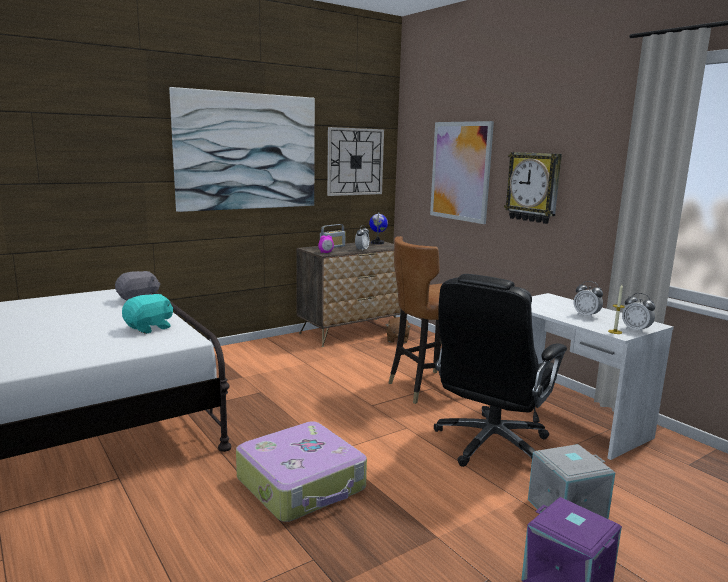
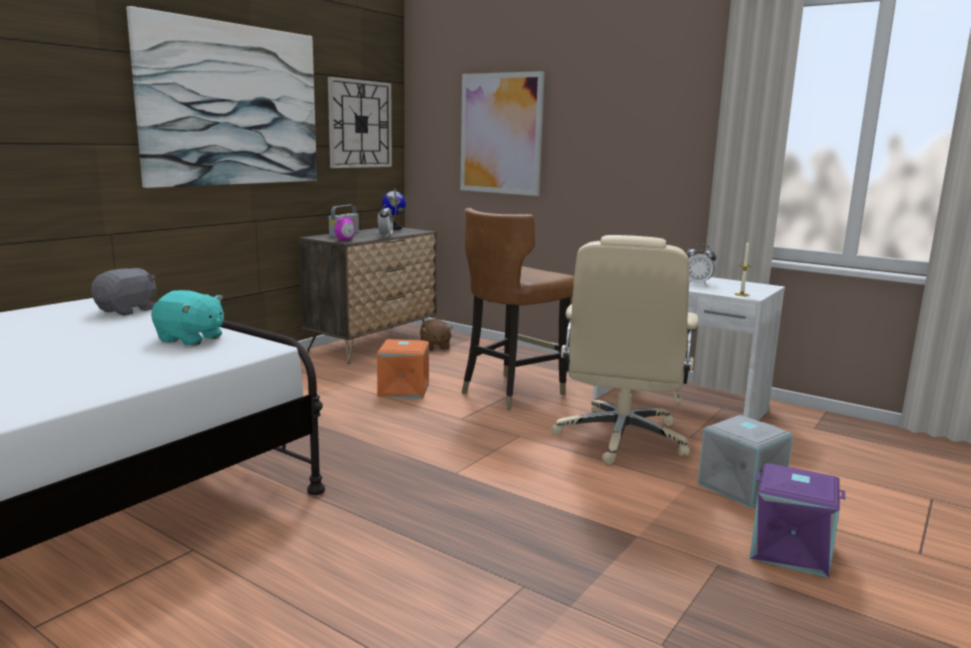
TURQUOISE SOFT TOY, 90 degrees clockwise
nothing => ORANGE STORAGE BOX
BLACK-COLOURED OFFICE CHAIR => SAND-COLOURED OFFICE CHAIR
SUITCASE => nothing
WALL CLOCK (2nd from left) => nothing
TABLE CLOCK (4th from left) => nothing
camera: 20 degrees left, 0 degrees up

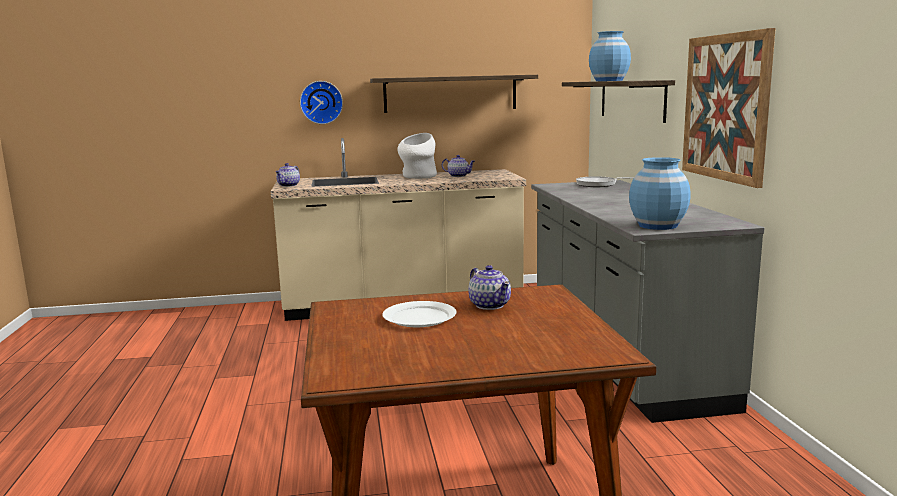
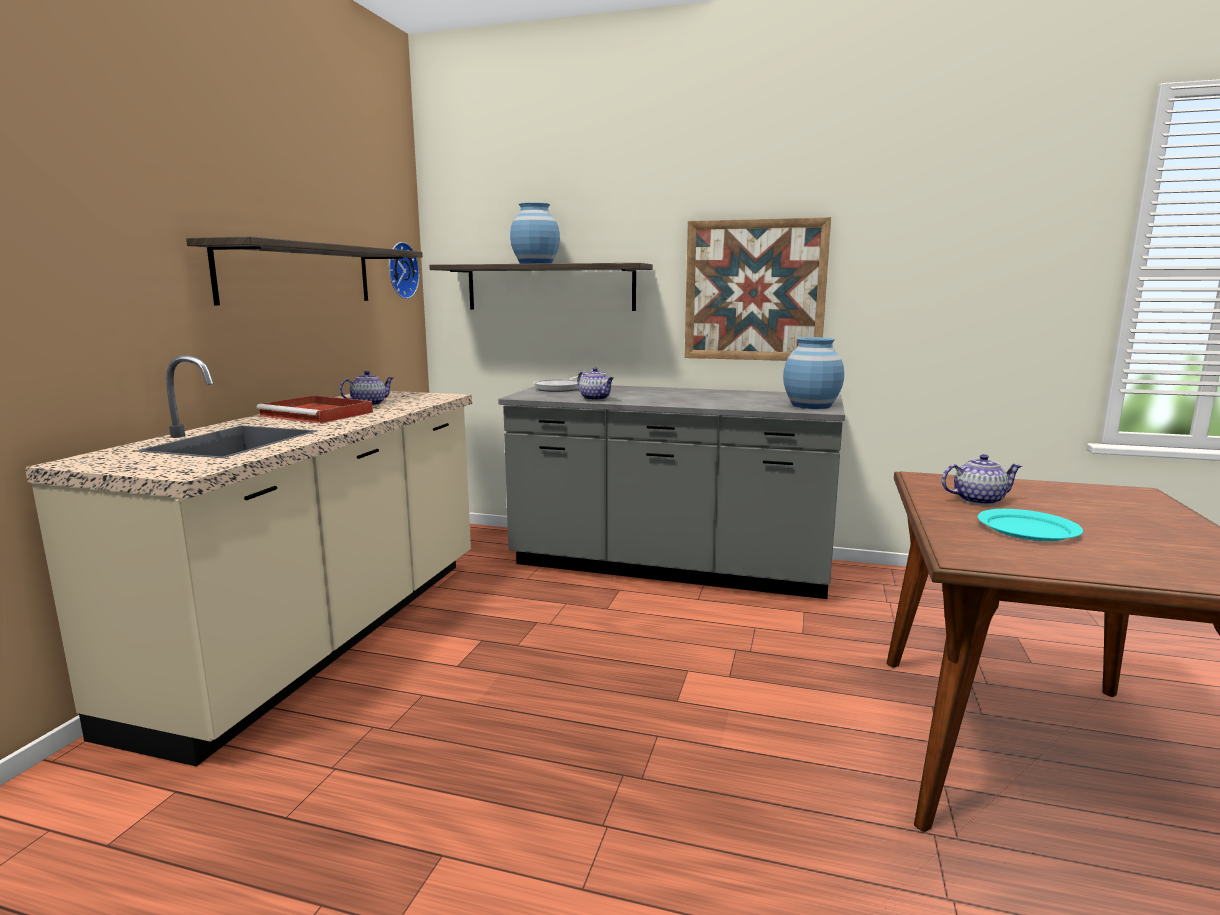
WHITE-COLOURED FLOWER VASE => RED-COLOURED CARRYING TRAY
WALL CLOCK, moved
POT FOR TEA (1st from left in the first image) => POT FOR TEA (2nd from left), moved
WHITE-COLOURED FLAT DISH => TURQUOISE FLAT DISH
camera: 65 degrees left, 0 degrees up

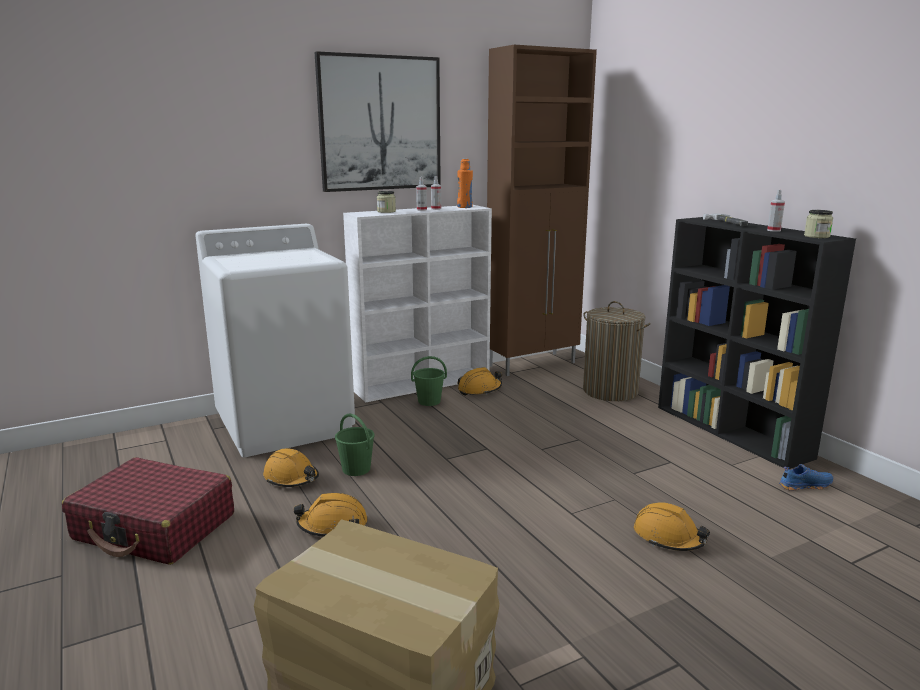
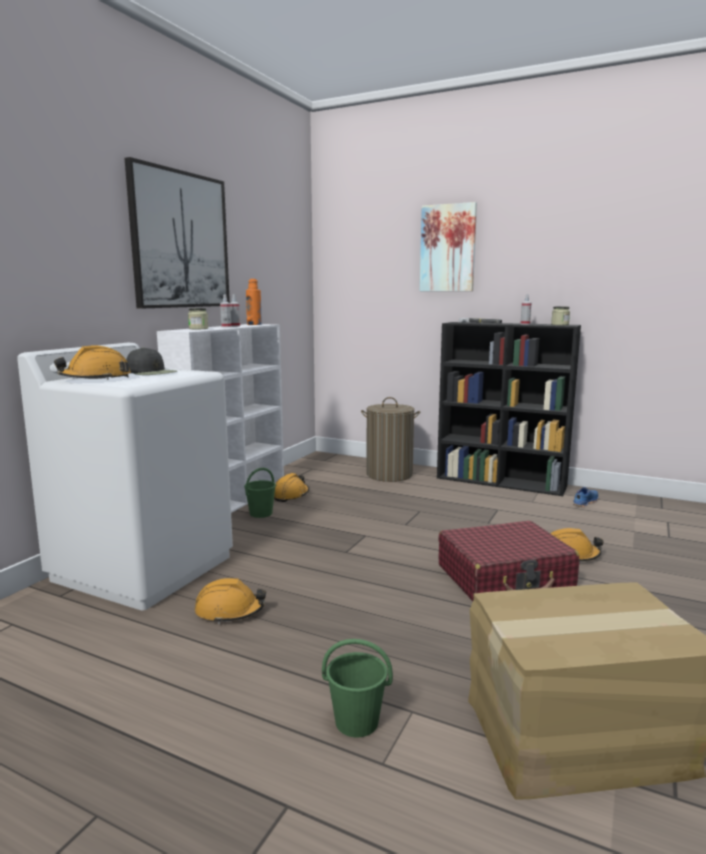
ORANGE SAFETY HELMET (2nd from left in the first image) => ORANGE SAFETY HELMET (1st from left), moved
nothing => BLACK-COLOURED BASEBALL CAP
GREEN-COLOURED BUCKET (1st from left in the first image) => GREEN-COLOURED BUCKET (2nd from left), moved
nothing => PICTURE (2nd from left)
RED-COLOURED SUITCASE, moved
BROWNISH CUPBOARD => nothing
camera: 35 degrees left, 5 degrees down

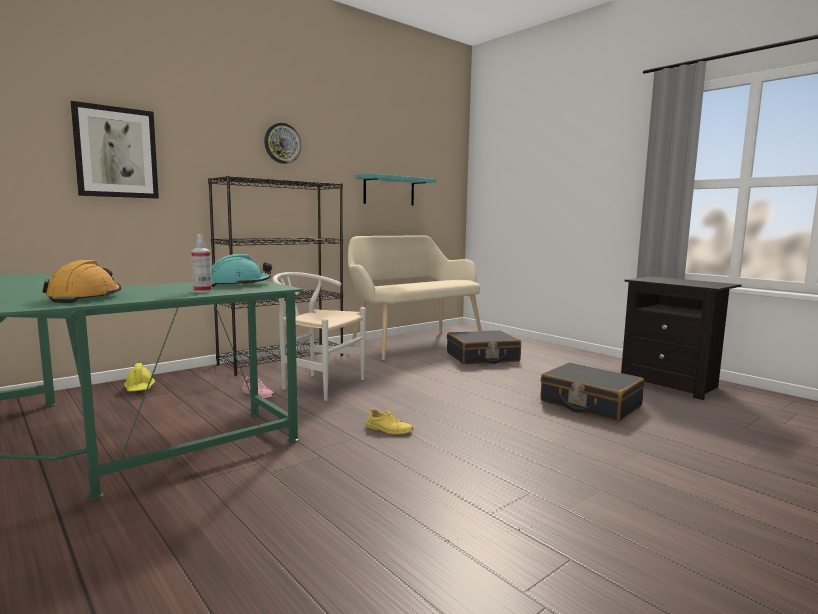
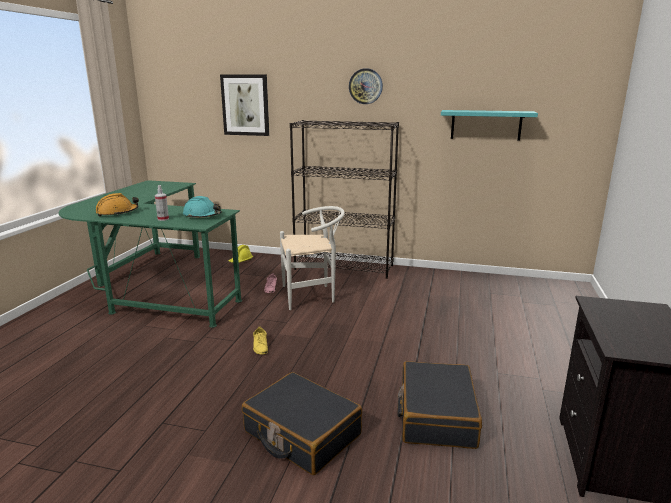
BLACK-COLOURED SUITCASE (1st from left), moved
WHITE-COLOURED CHAIR, 90 degrees clockwise
SAND-COLOURED BENCH => nothing
camera: 55 degrees right, 10 degrees up

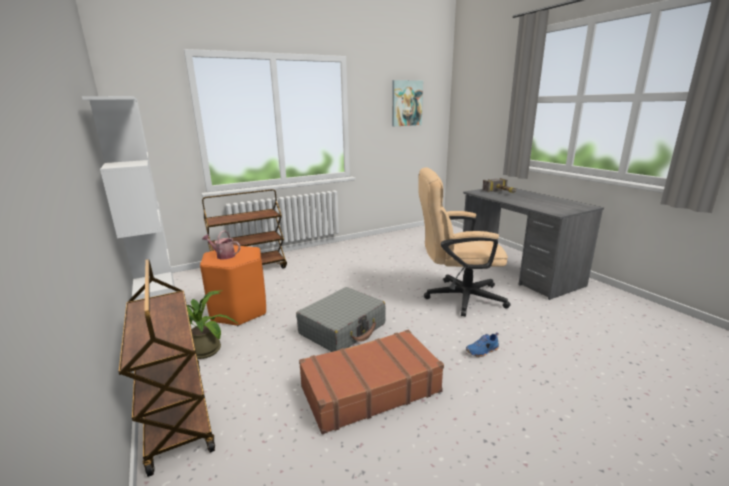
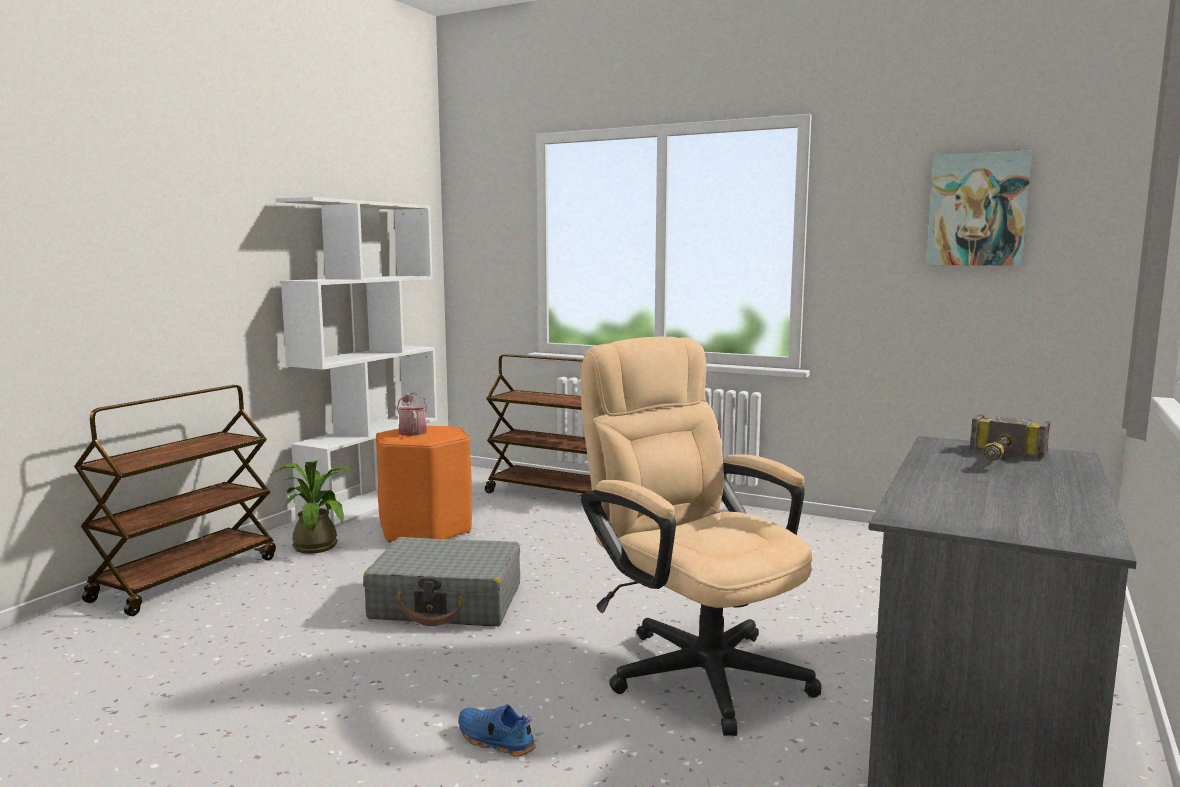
BROWNISH SUITCASE => nothing
camera: 55 degrees right, 10 degrees down

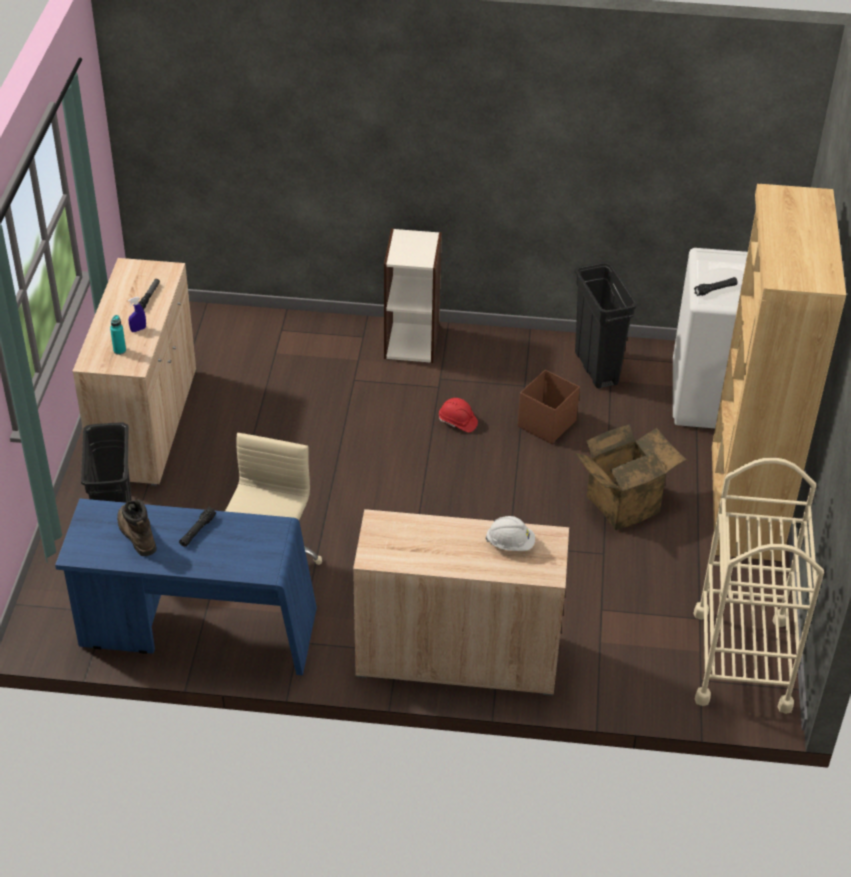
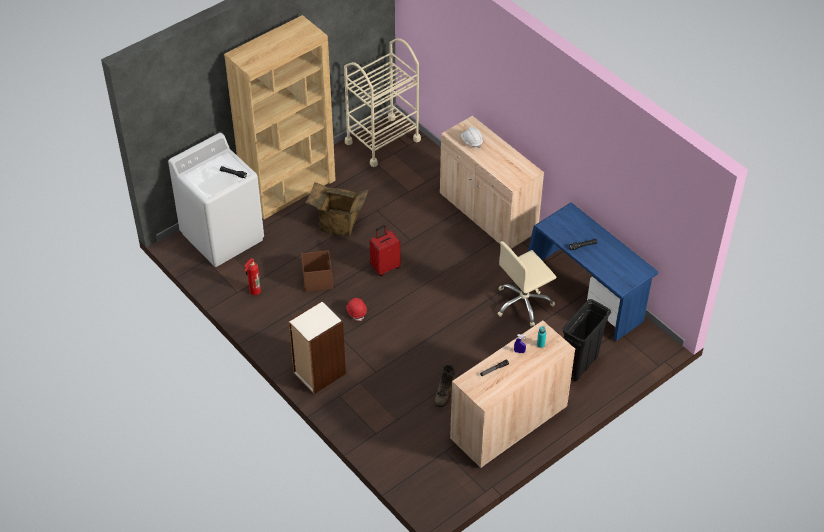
BLACK-COLOURED WASTE BIN (2nd from left) => FIRE-FIGHTING CYLINDER
nothing => RED-COLOURED SUITCASE
BROWNISH TALL BOOT, moved
camera: 135 degrees left, 5 degrees up

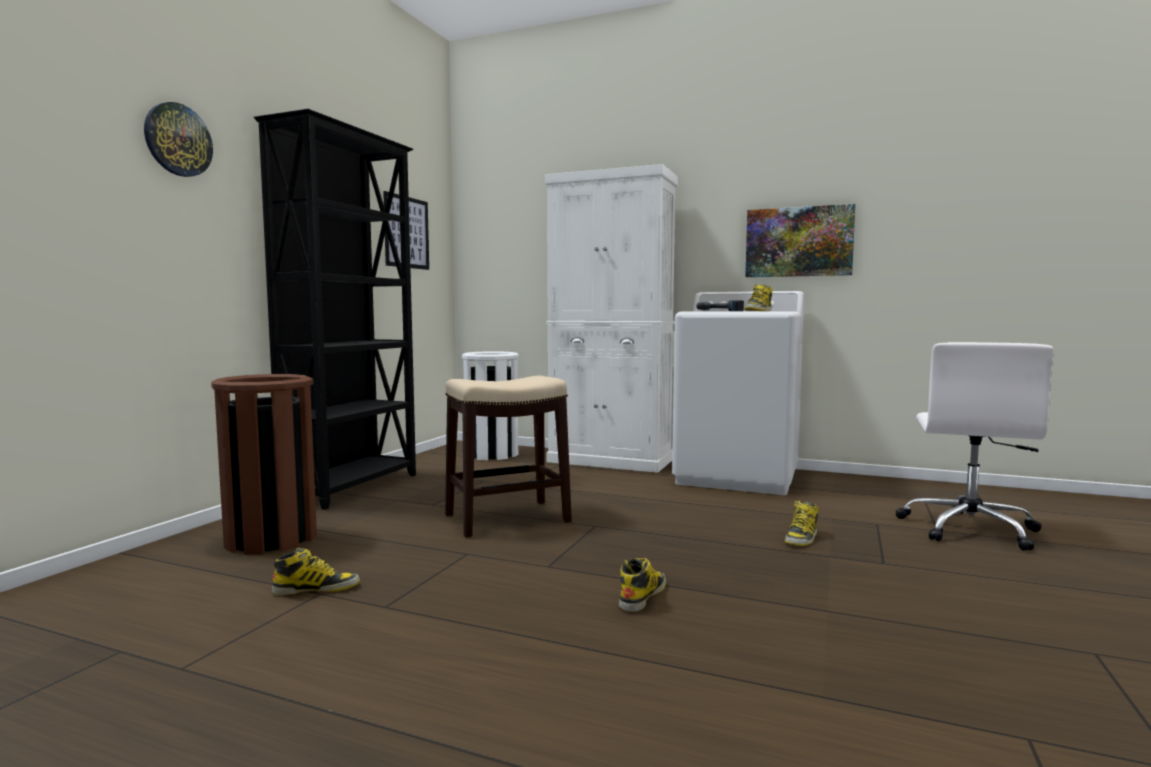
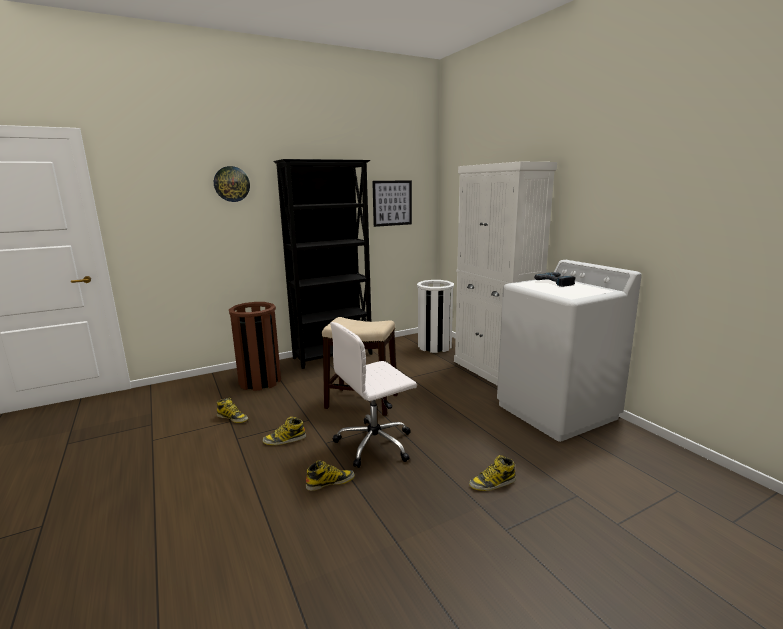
TALL BOOT (3rd from left in the first image) => TALL BOOT (2nd from left), moved
WHITE-COLOURED OFFICE CHAIR, moved
PICTURE (2nd from left) => nothing
camera: 40 degrees right, 10 degrees up

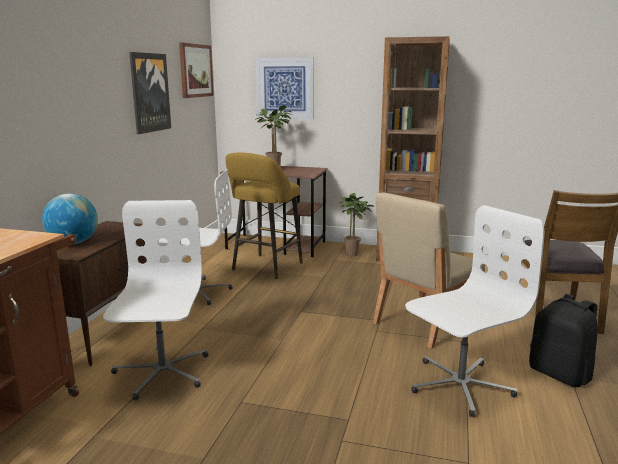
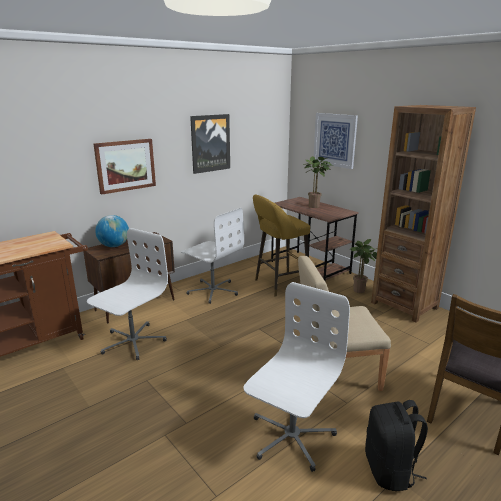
PICTURE (2nd from left in the first image) => PICTURE (1st from left), moved
WHITE-COLOURED OFFICE CHAIR (3rd from left), 60 degrees counterclockwise
camera: 35 degrees right, 5 degrees up

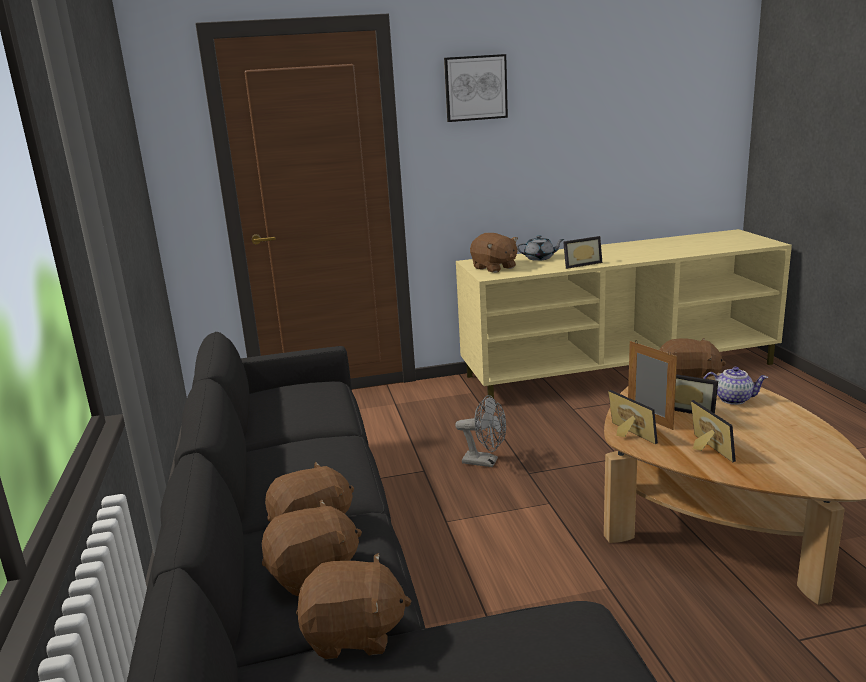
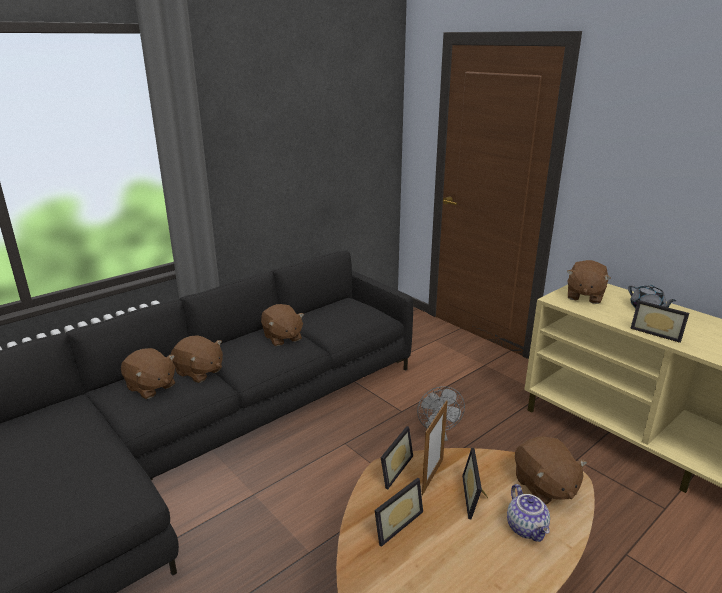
BROWNISH SOFT TOY (3rd from left), moved
PICTURE => nothing
camera: 60 degrees right, 5 degrees up

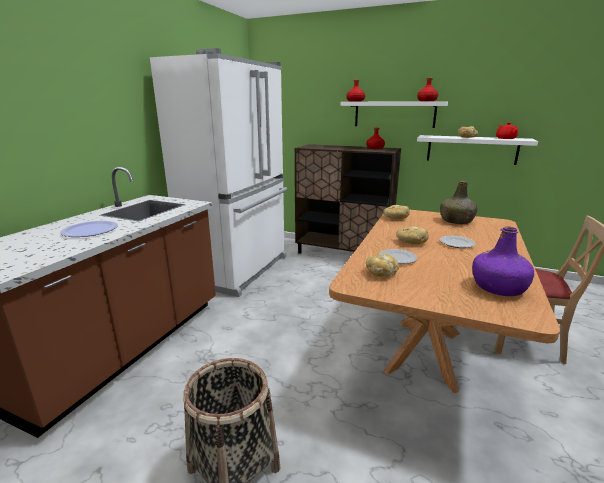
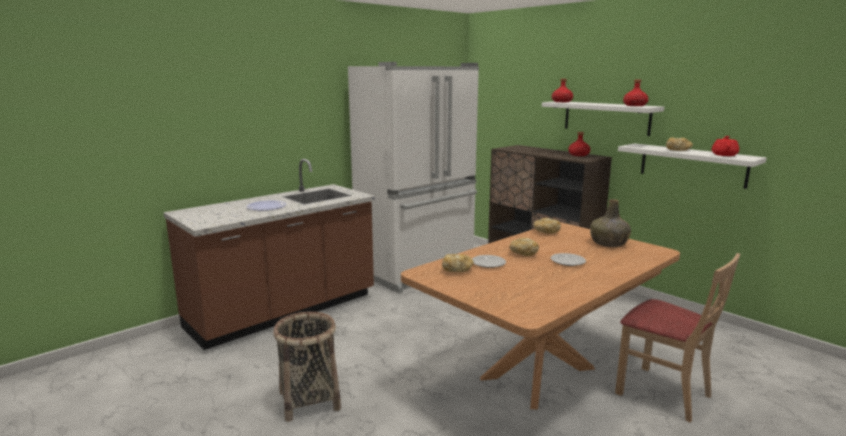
PURPLISH BOTTLE => nothing
camera: 25 degrees right, 5 degrees down

